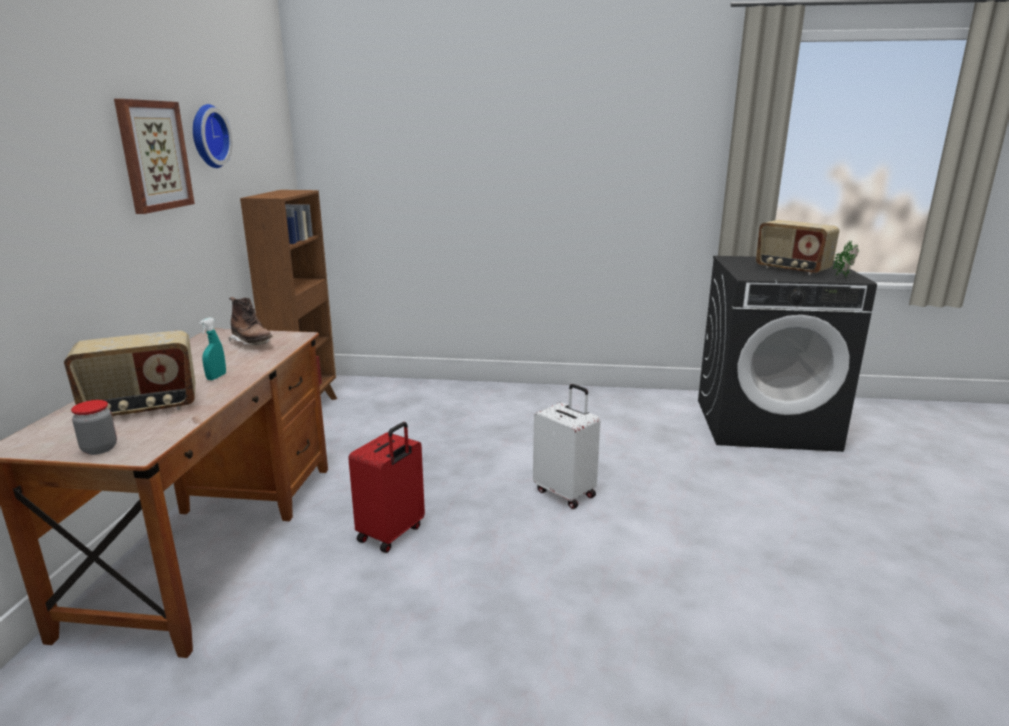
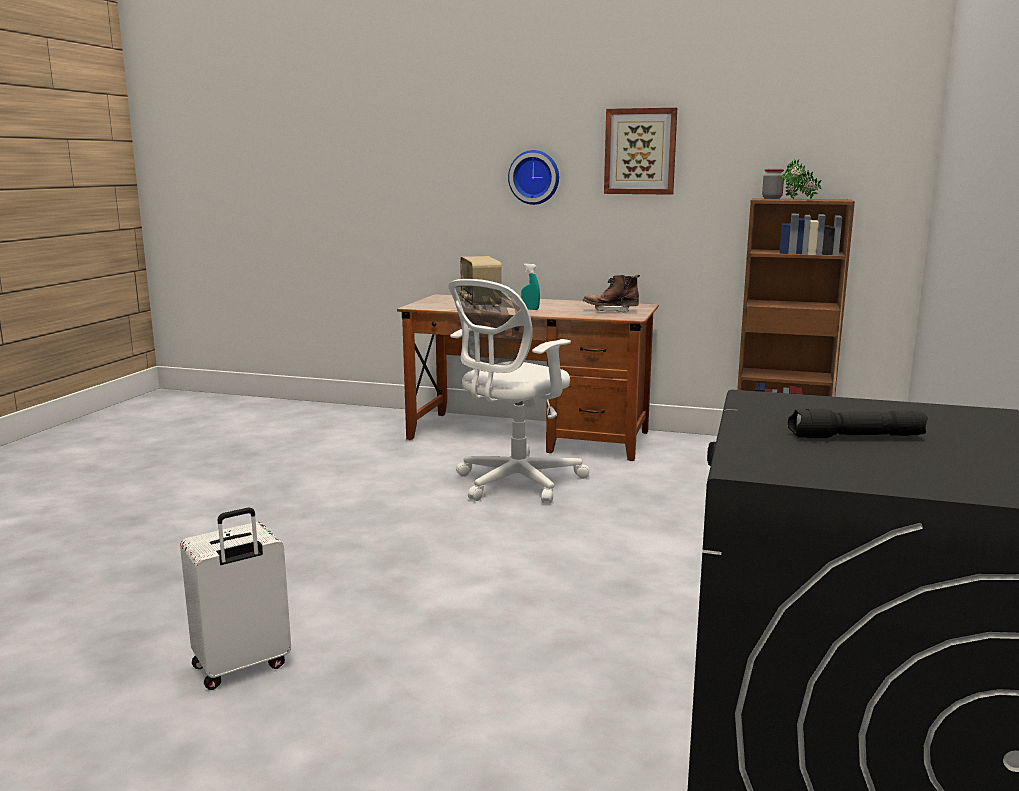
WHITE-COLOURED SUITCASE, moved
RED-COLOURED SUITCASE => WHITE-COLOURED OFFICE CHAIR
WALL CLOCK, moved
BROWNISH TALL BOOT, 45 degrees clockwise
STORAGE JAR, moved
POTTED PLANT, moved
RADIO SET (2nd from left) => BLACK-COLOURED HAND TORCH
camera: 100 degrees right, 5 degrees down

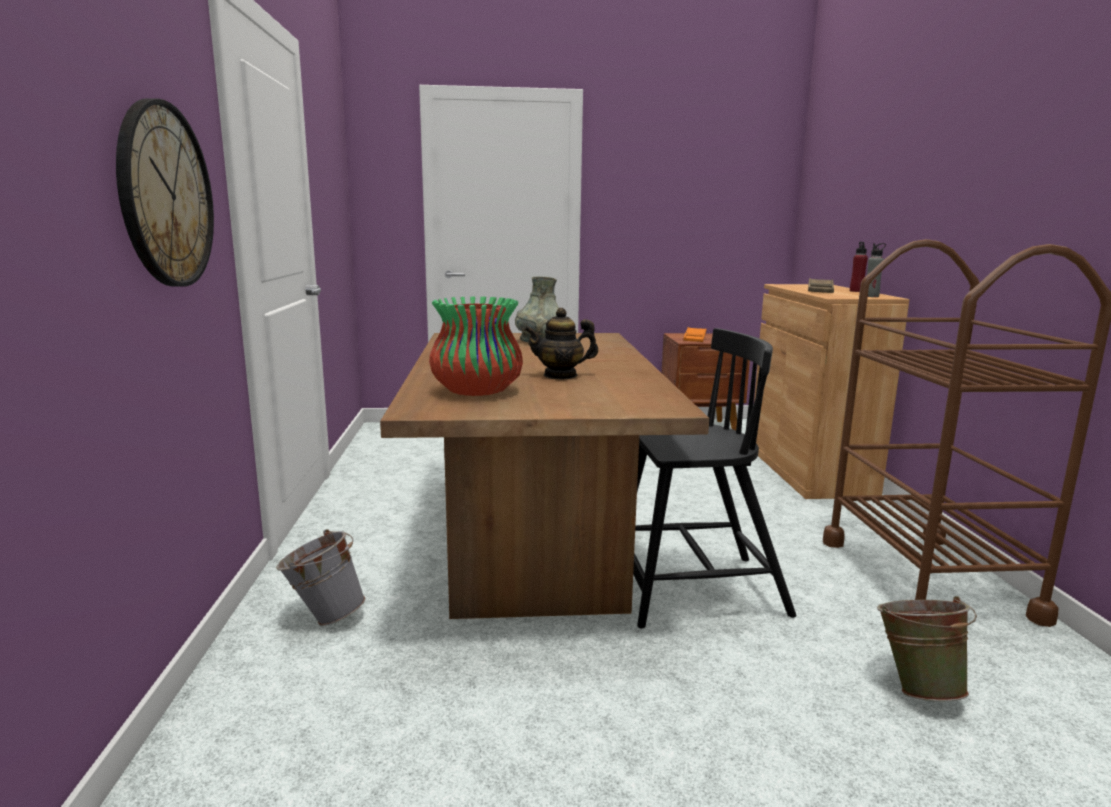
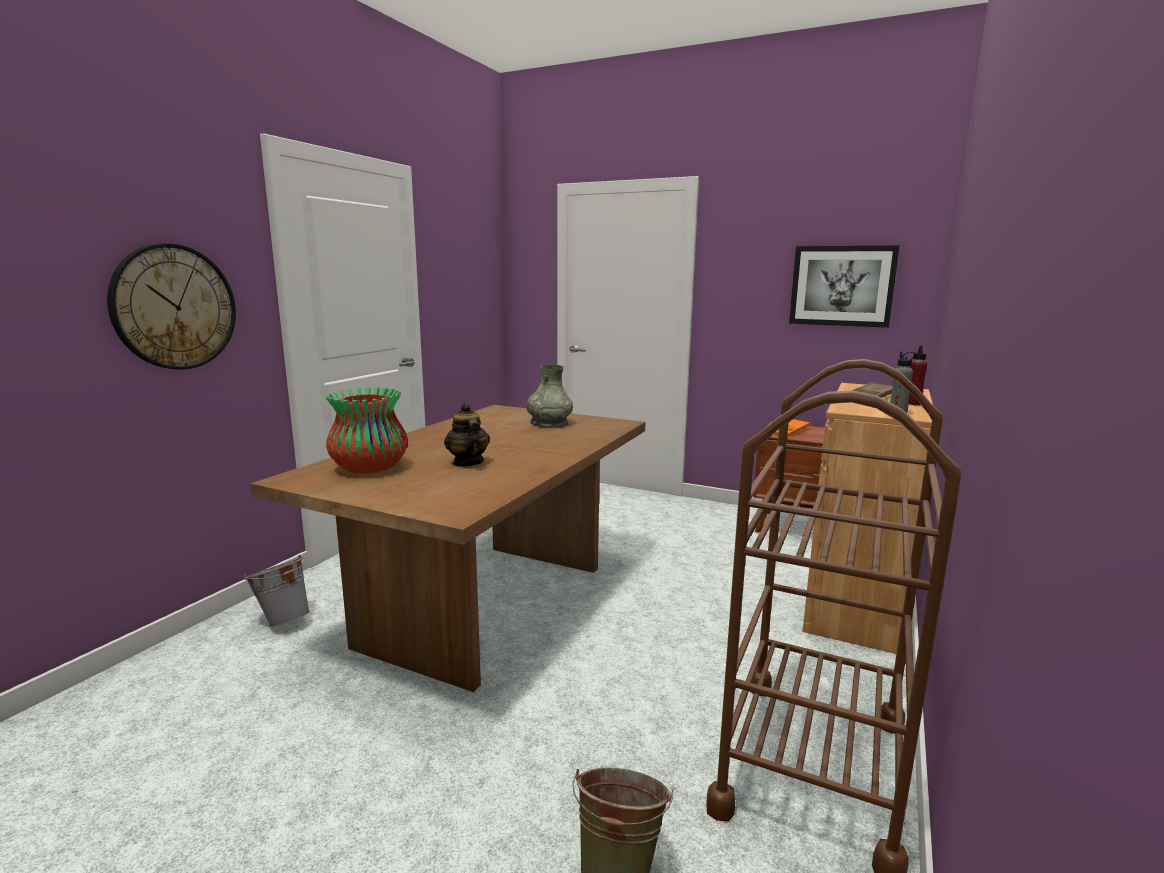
POT FOR TEA, 45 degrees clockwise
nothing => PICTURE
BLACK-COLOURED CHAIR => nothing
camera: 30 degrees right, 0 degrees up

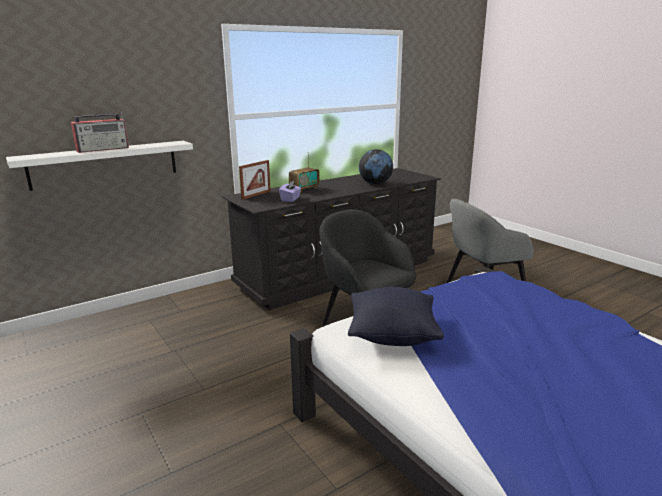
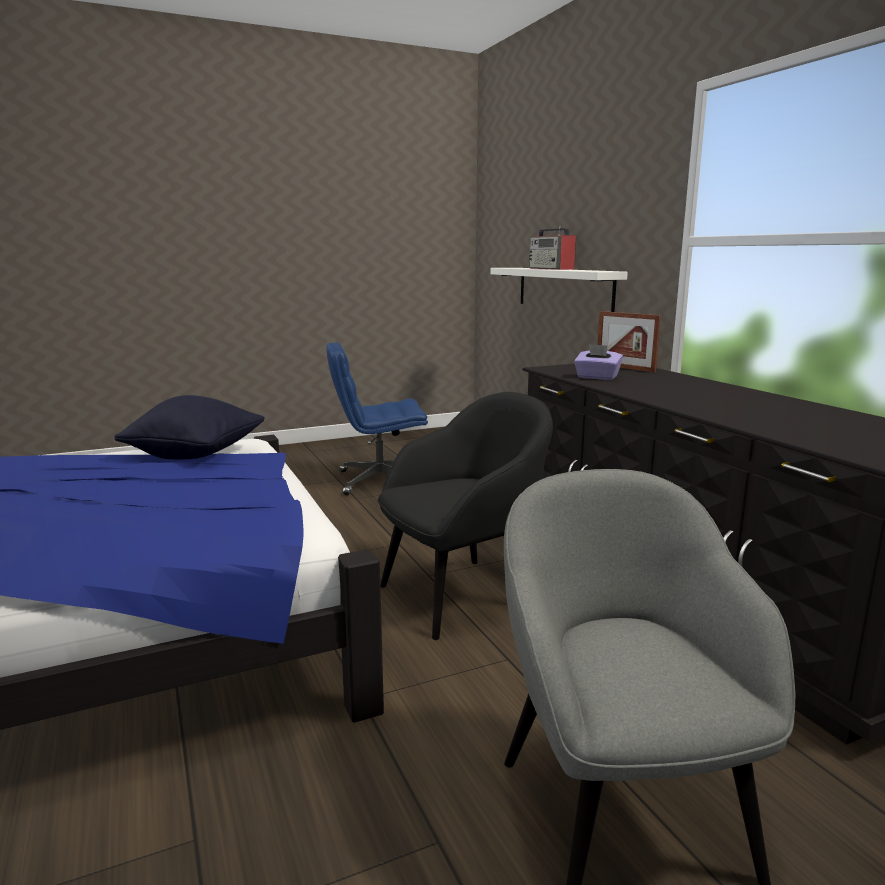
nothing => BLUE OFFICE CHAIR
RADIO SET (2nd from left) => nothing
WORLD GLOBE => nothing
camera: 100 degrees right, 5 degrees down

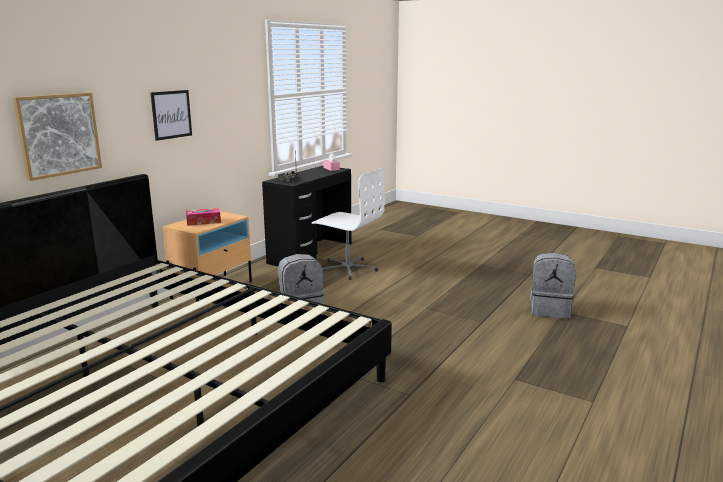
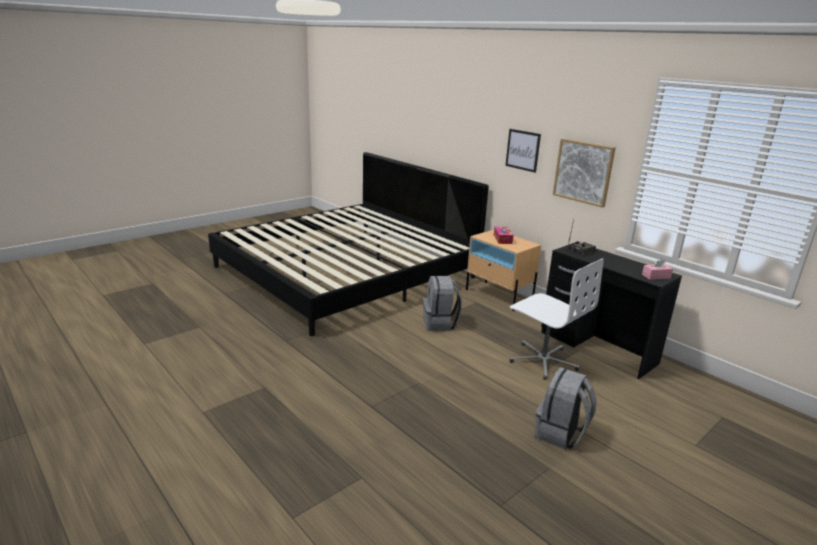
WHITE-COLOURED OFFICE CHAIR, 90 degrees counterclockwise
GRAY BACKPACK (2nd from left), moved
PICTURE (1st from left in the first image) => PICTURE (2nd from left), moved
camera: 105 degrees right, 5 degrees up

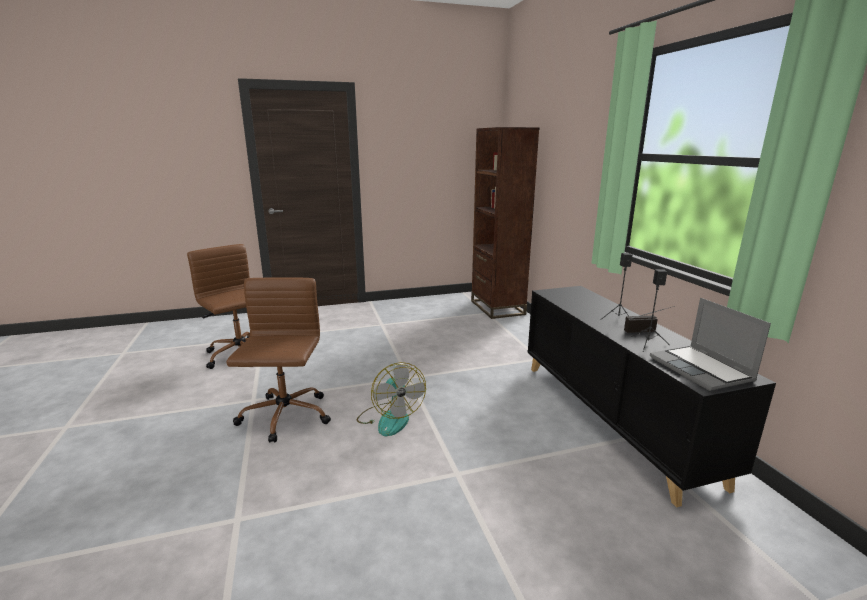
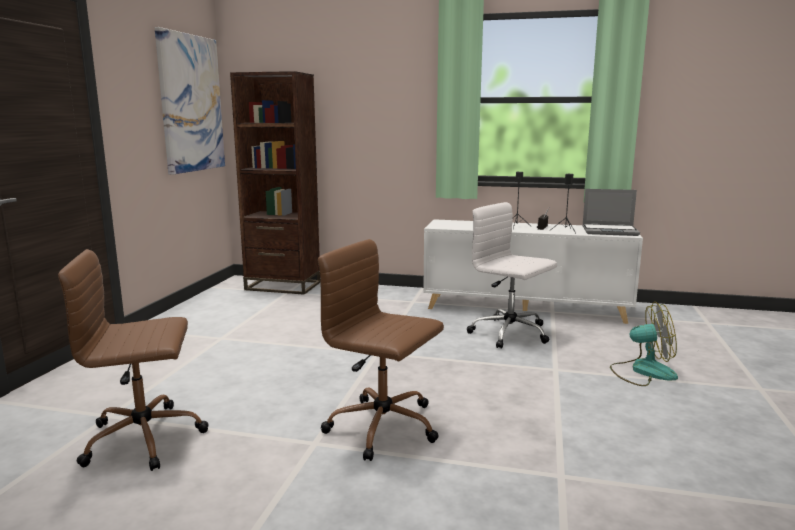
nothing => PICTURE
BLACK-COLOURED CUPBOARD => WHITE-COLOURED CUPBOARD
nothing => WHITE-COLOURED OFFICE CHAIR
ELECTRIC FAN, moved
camera: 60 degrees left, 5 degrees down

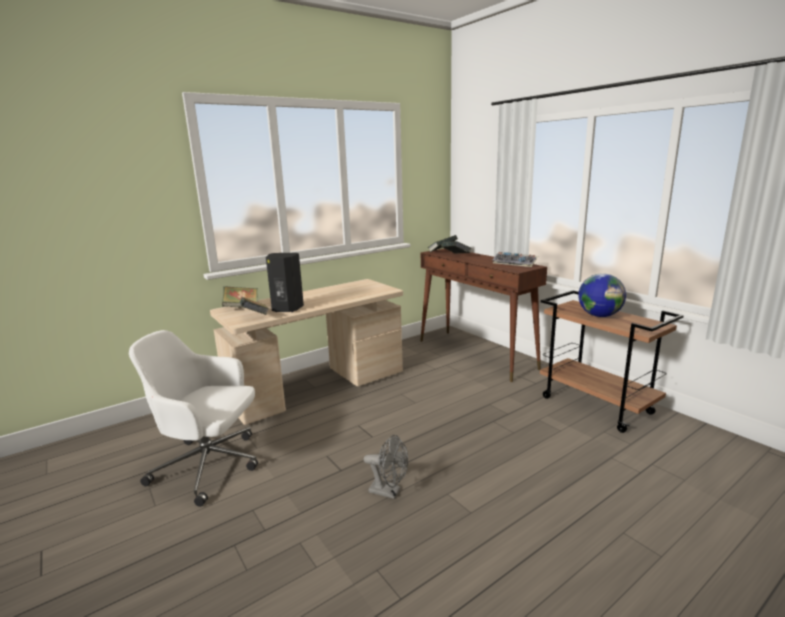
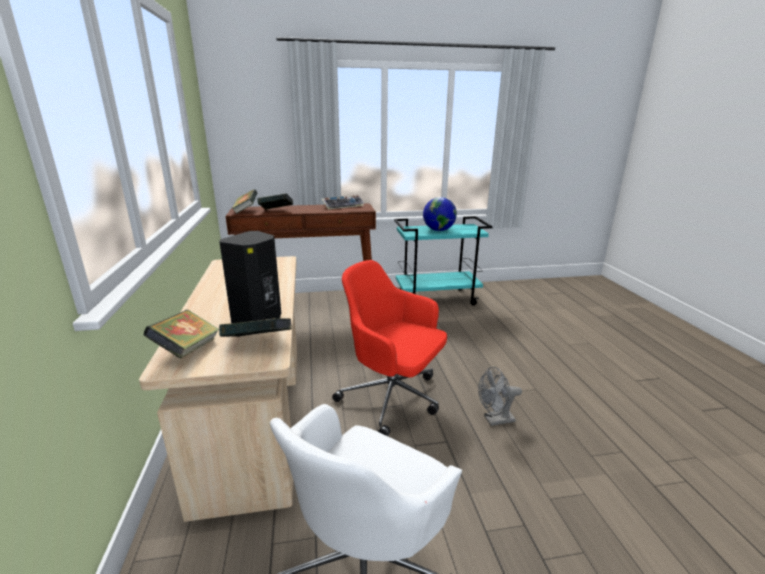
nothing => RED-COLOURED OFFICE CHAIR
BROWNISH CART => TURQUOISE CART
GRAY ELECTRIC FAN, 150 degrees counterclockwise
camera: 65 degrees left, 5 degrees up

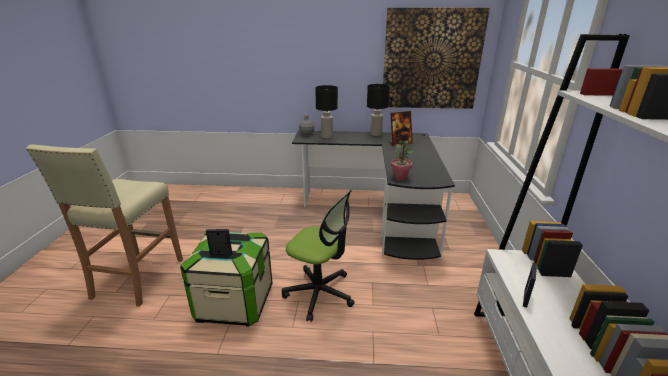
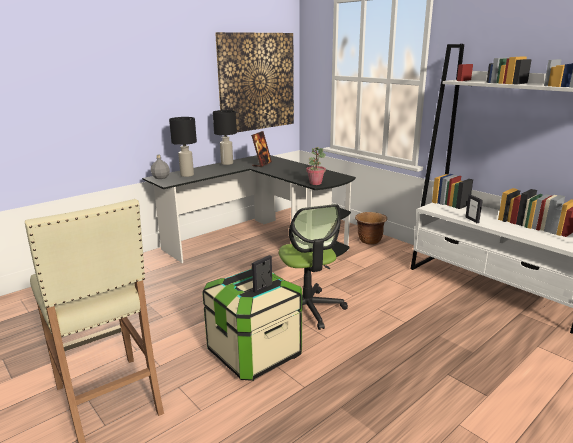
OFFICE CHAIR, 90 degrees clockwise
nothing => BROWNISH PLANT POT
camera: 45 degrees left, 5 degrees down

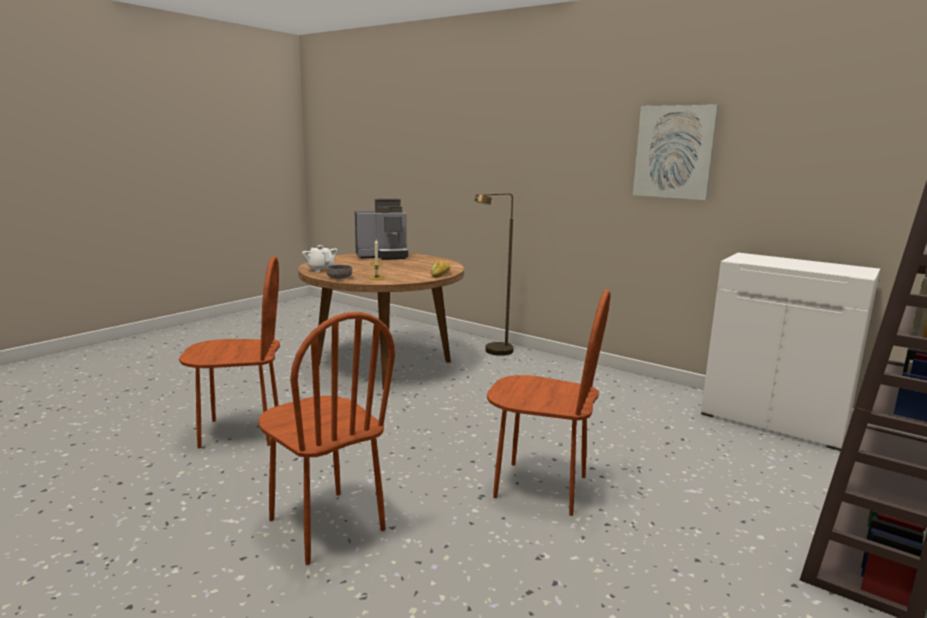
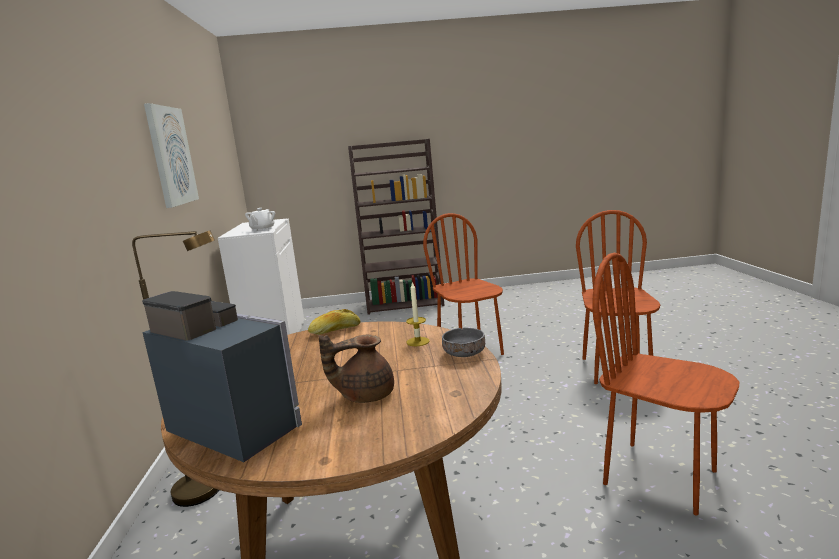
WHITE-COLOURED POT FOR TEA, moved
nothing => BROWNISH POT FOR TEA
camera: 130 degrees left, 0 degrees up

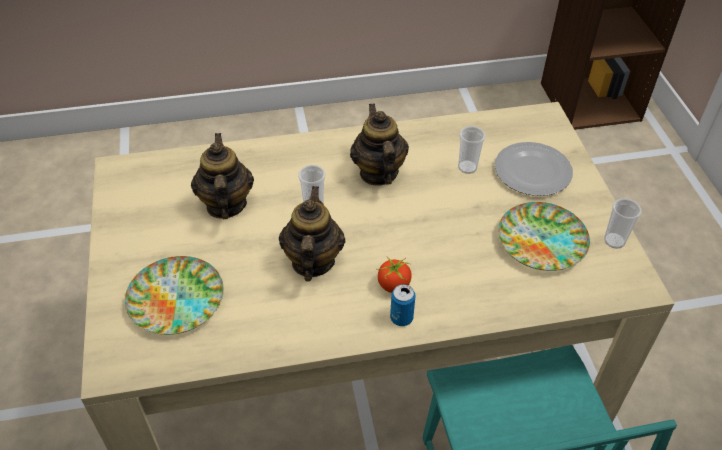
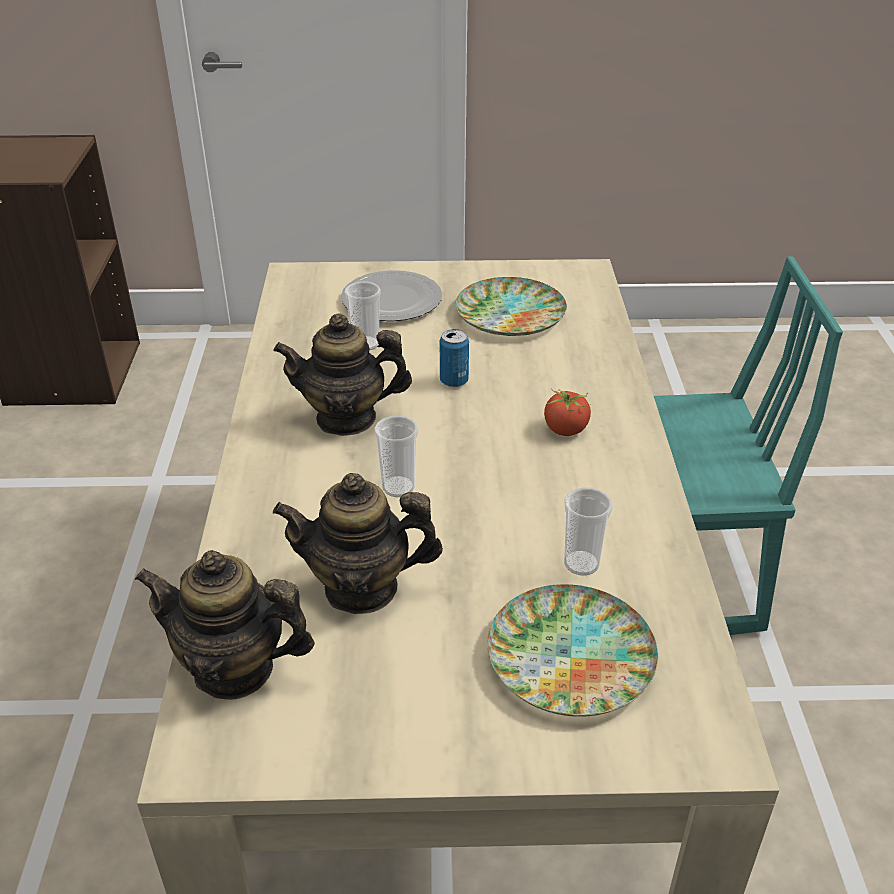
POT FOR TEA (2nd from left in the first image) => POT FOR TEA (1st from left), moved
CAN, moved
CUP (3rd from left), moved
camera: 80 degrees left, 10 degrees down

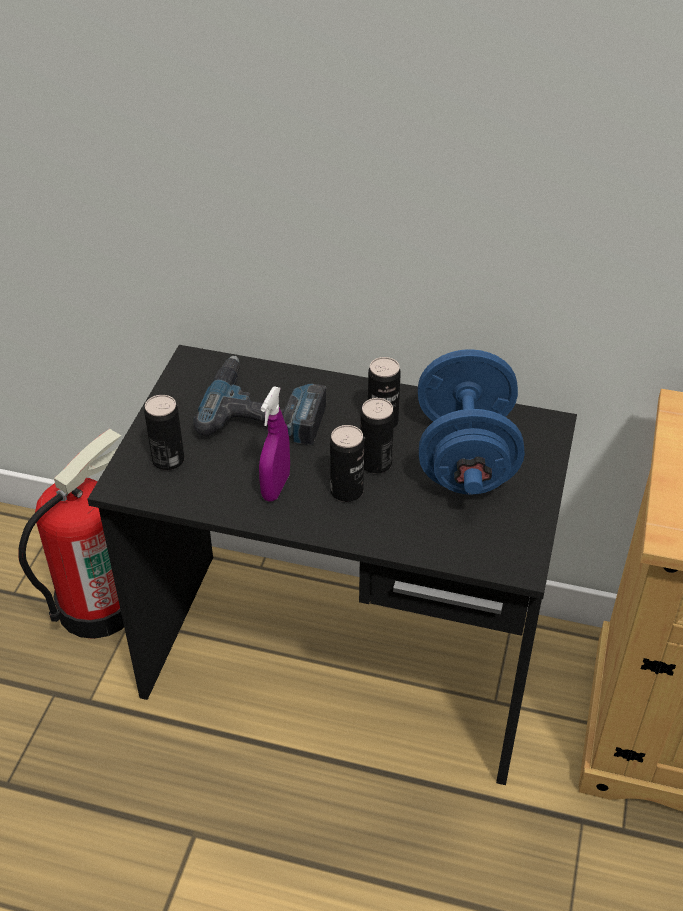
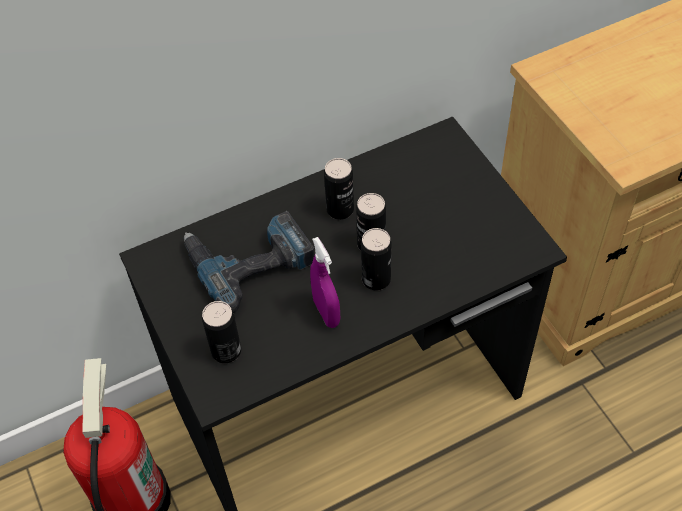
BLUE DUMBBELL => nothing
camera: 40 degrees left, 10 degrees up

